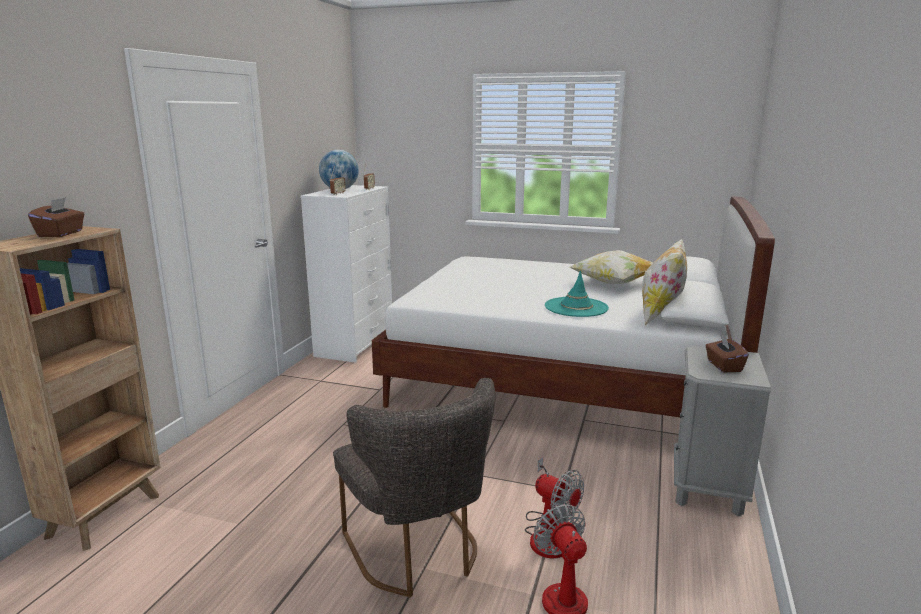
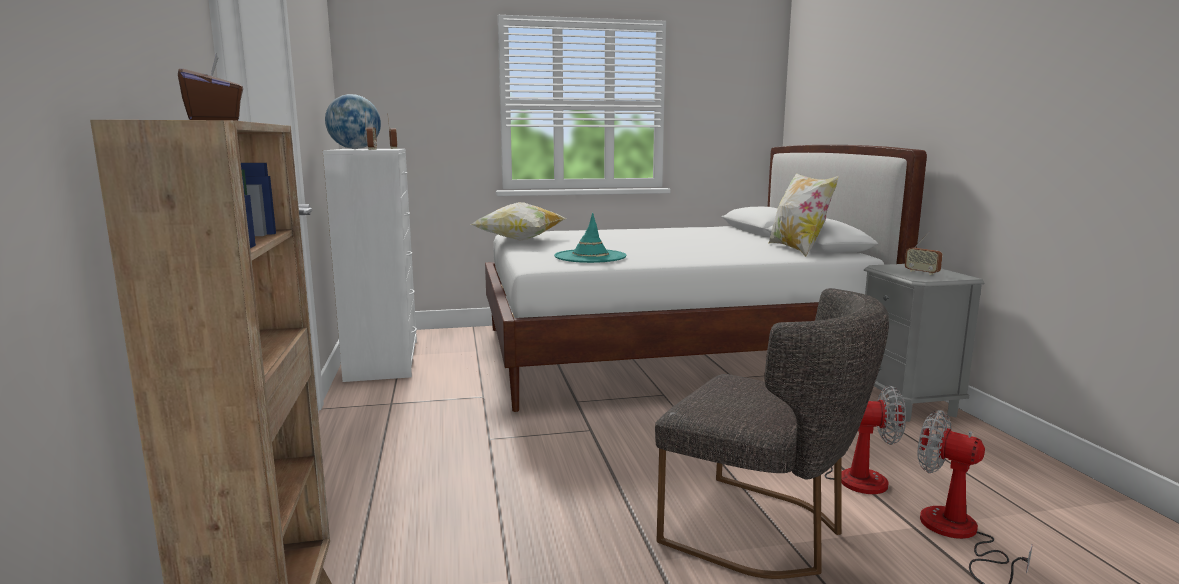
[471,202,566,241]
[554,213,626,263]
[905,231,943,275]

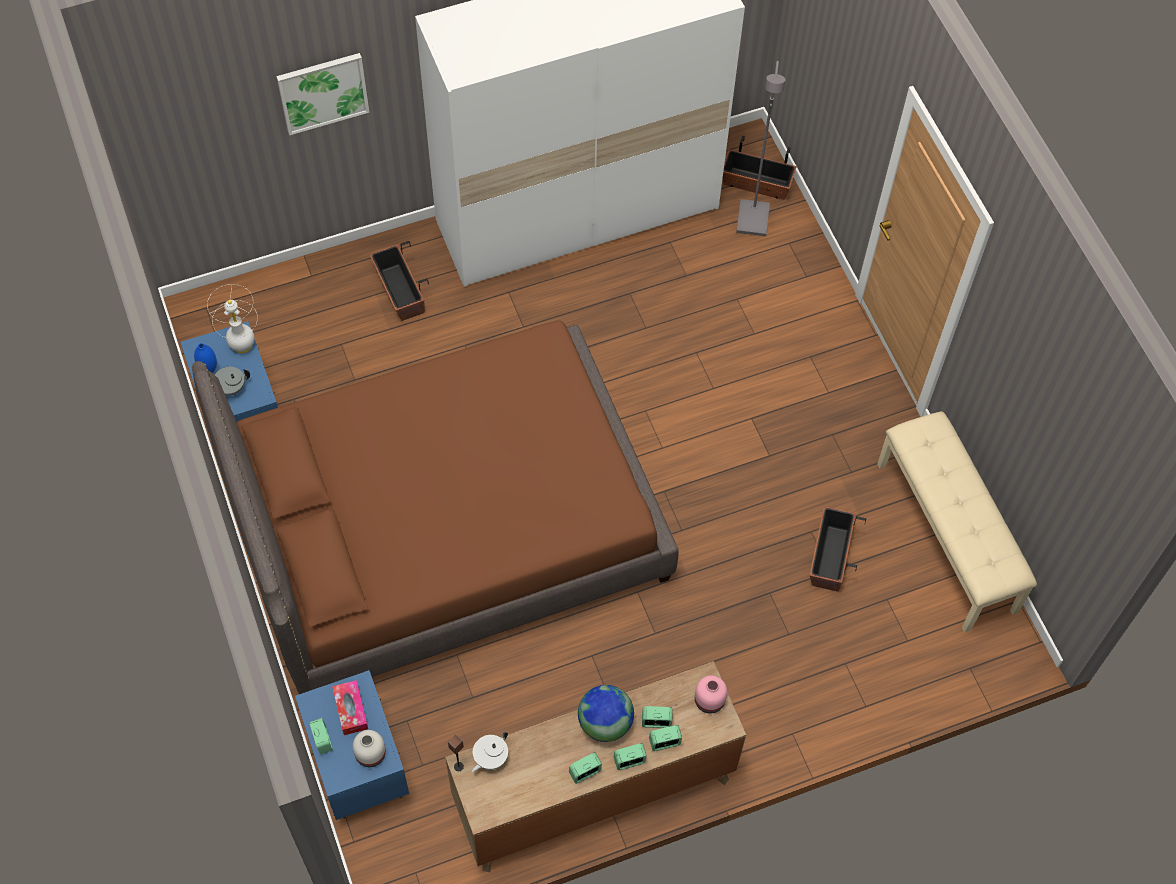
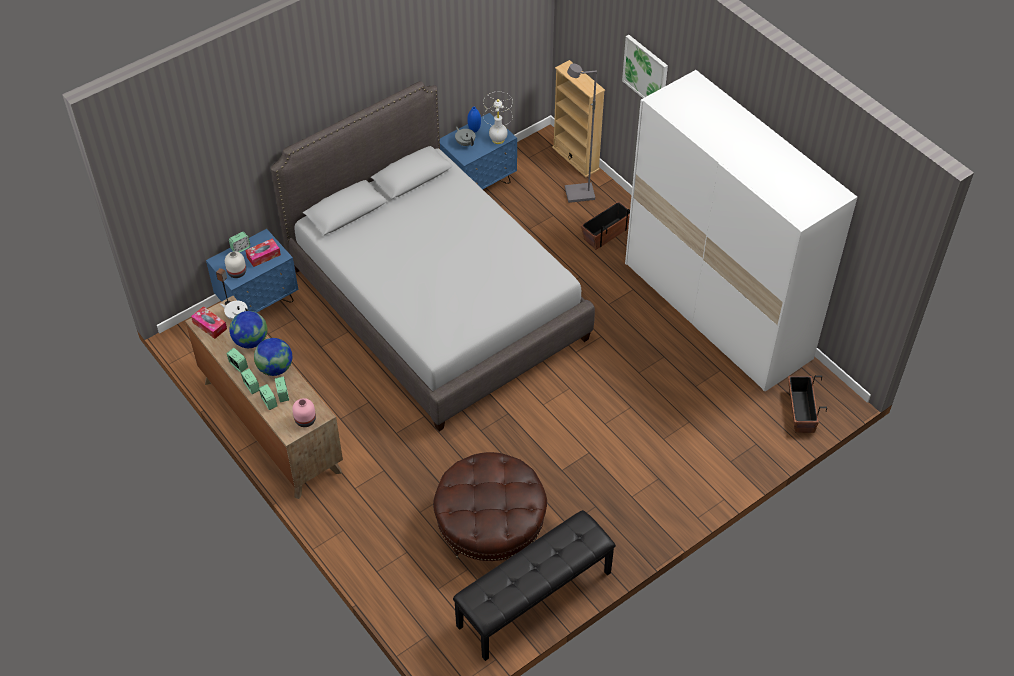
[565,63,597,203]
[271,81,595,431]
[453,510,616,661]
[433,452,547,561]
[552,60,605,177]
[191,306,227,339]
[229,311,267,348]

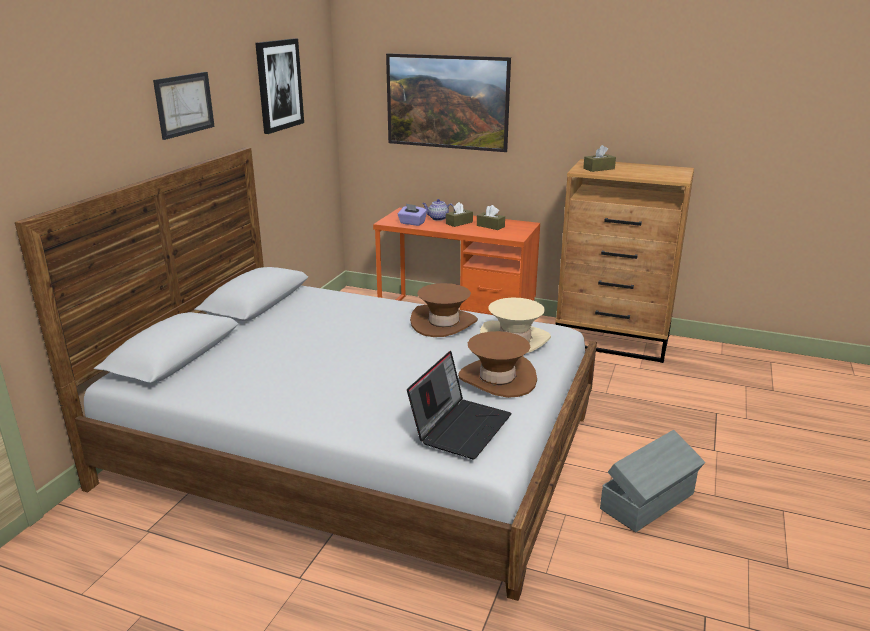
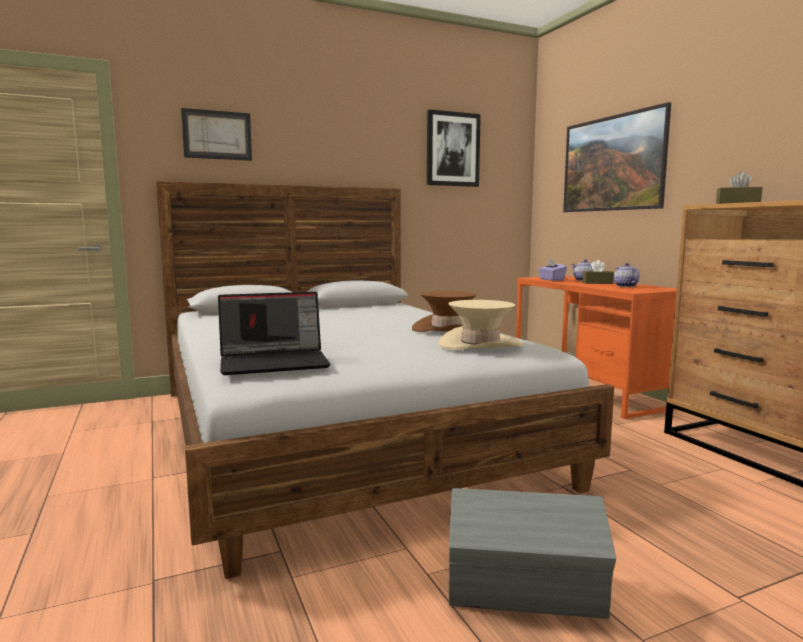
[181,108,252,161]
[614,263,640,287]
[458,331,537,398] (first image)

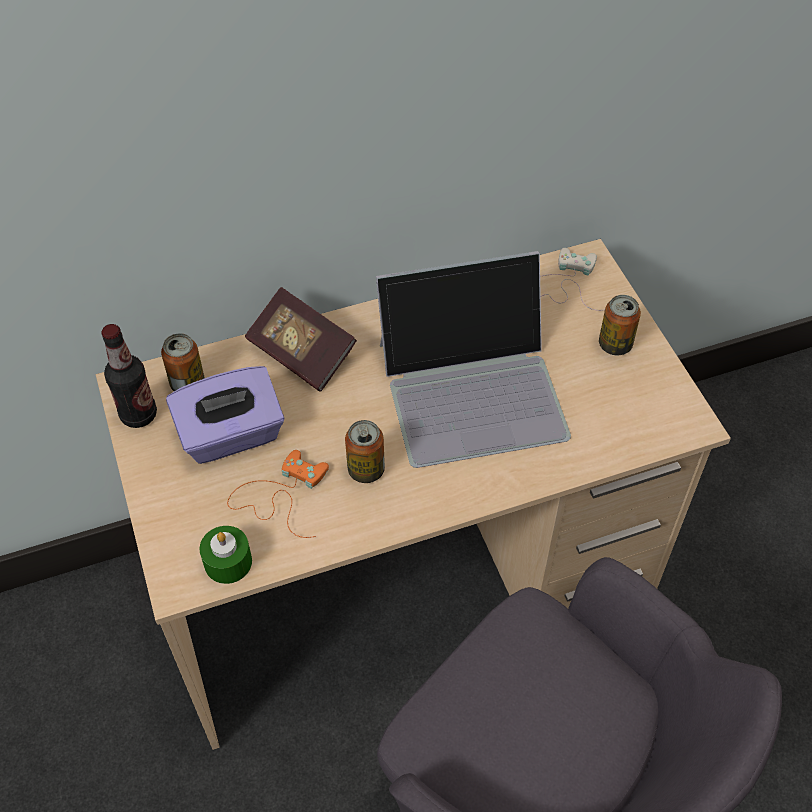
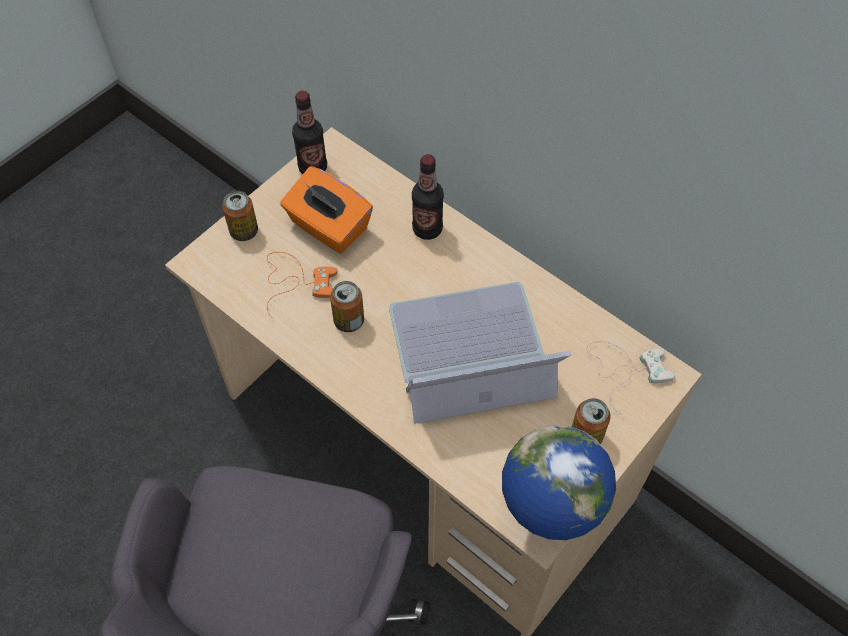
[389,282,571,424]
[412,154,444,240]
[222,191,258,241]
[280,166,373,253]
[199,526,252,584] (first image)
[502,425,616,540]

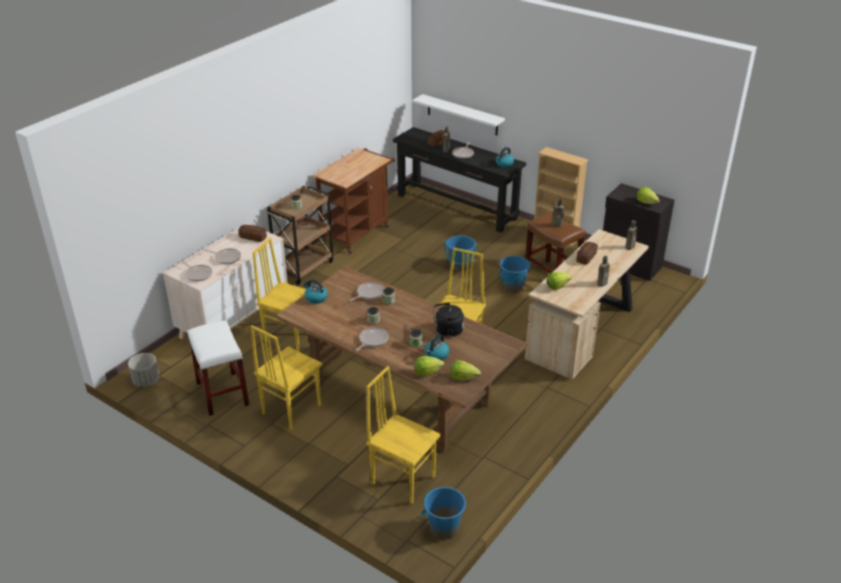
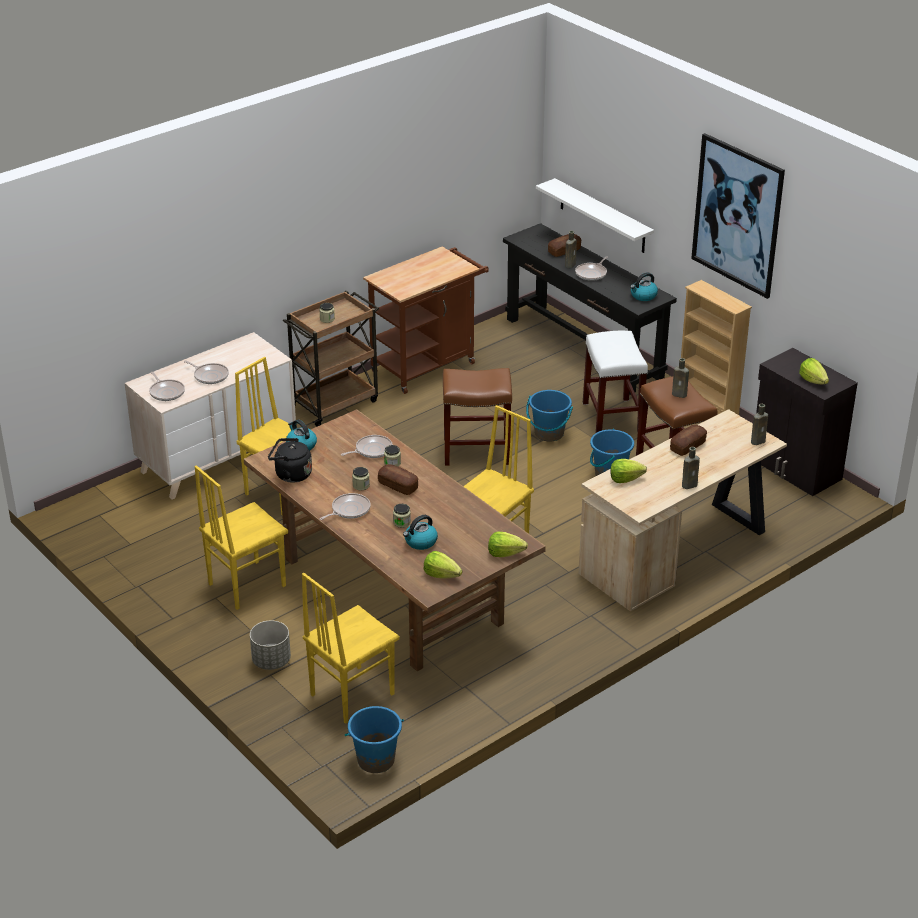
[378,465,418,495]
[268,438,312,483]
[583,331,648,433]
[250,621,291,670]
[488,532,528,557]
[302,573,400,724]
[691,133,785,299]
[443,368,512,466]

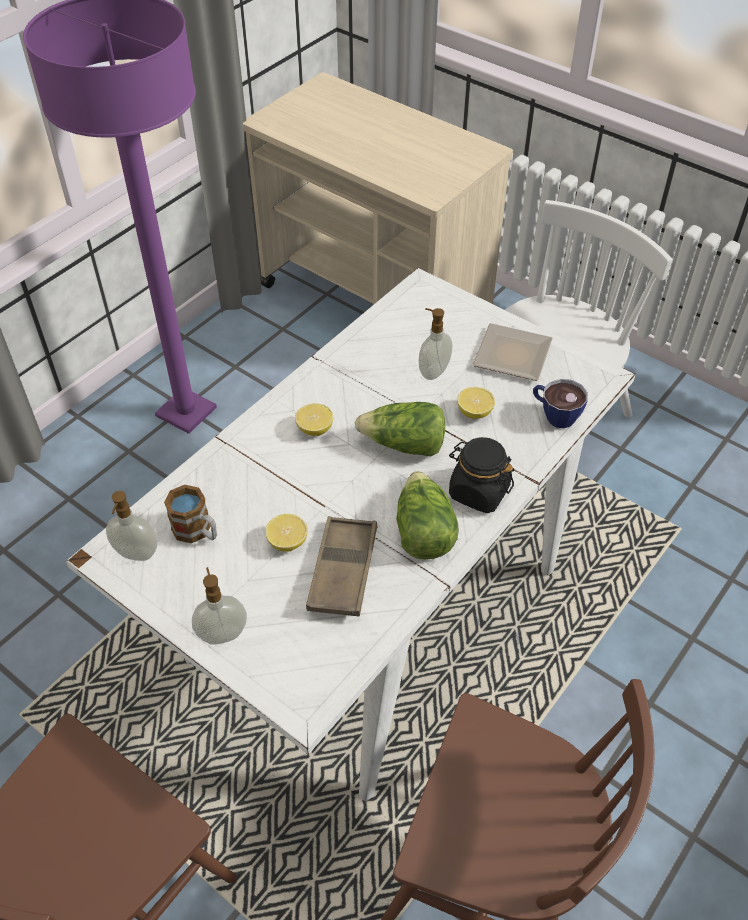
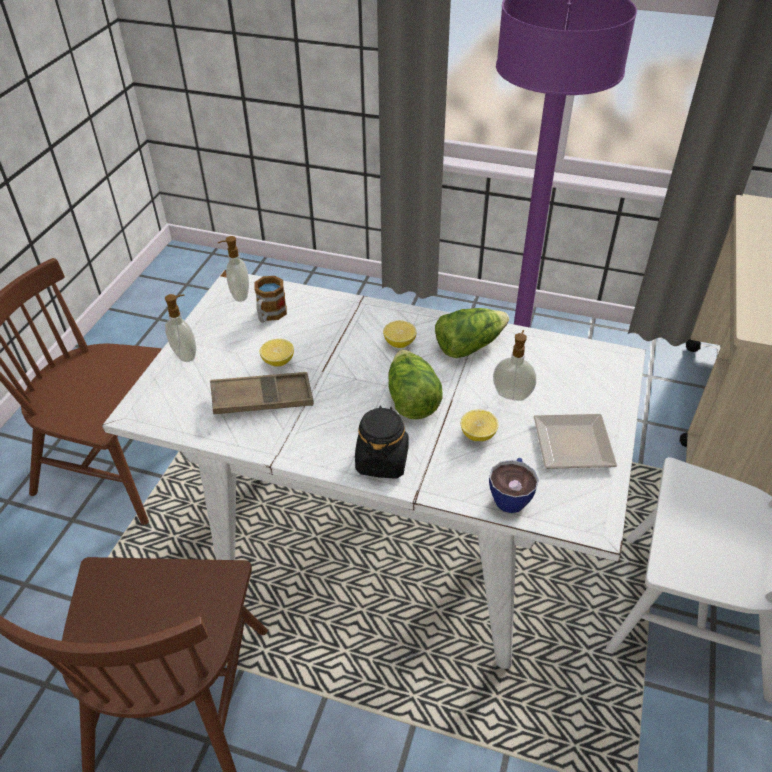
[435,308,509,358]

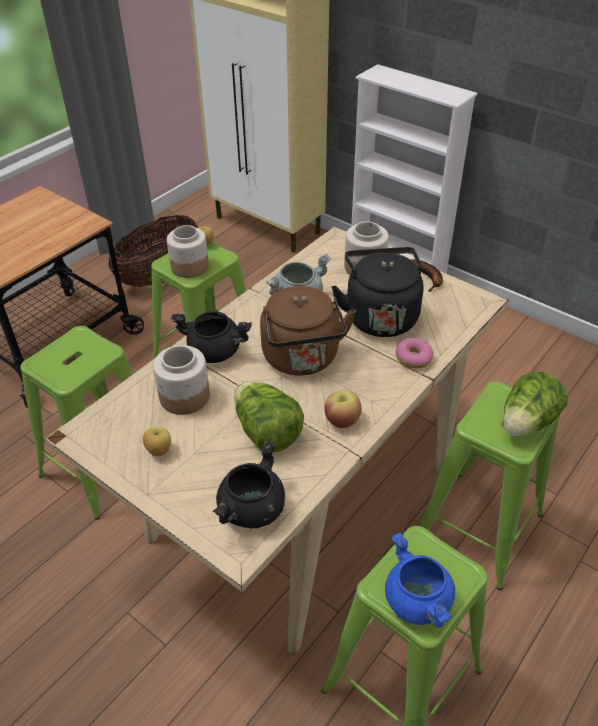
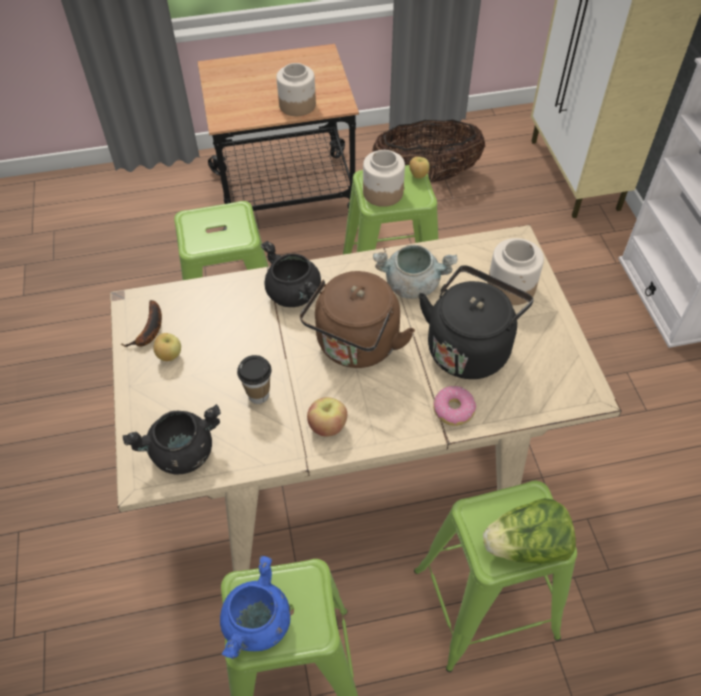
[121,300,162,347]
[276,63,316,116]
[237,355,272,404]

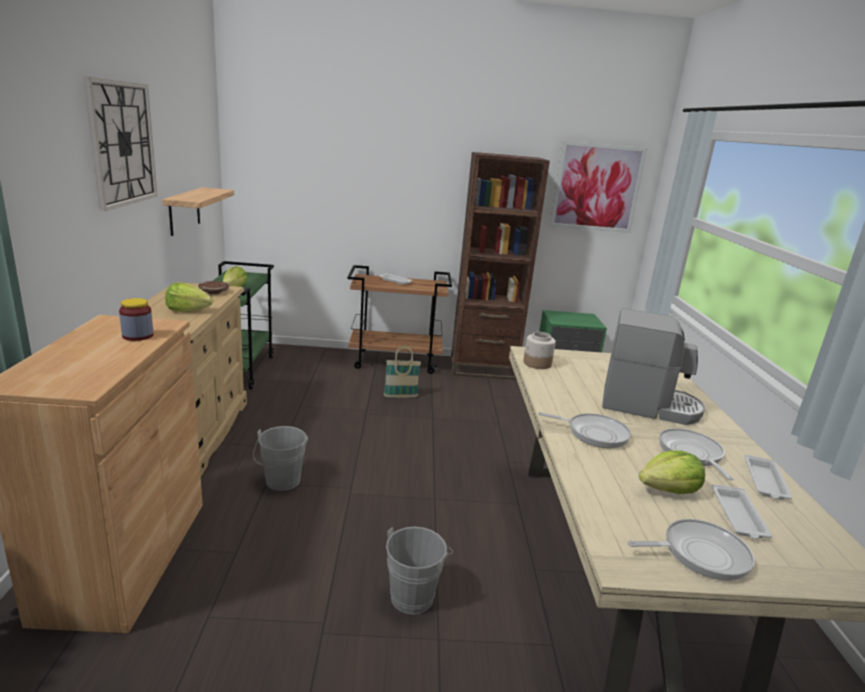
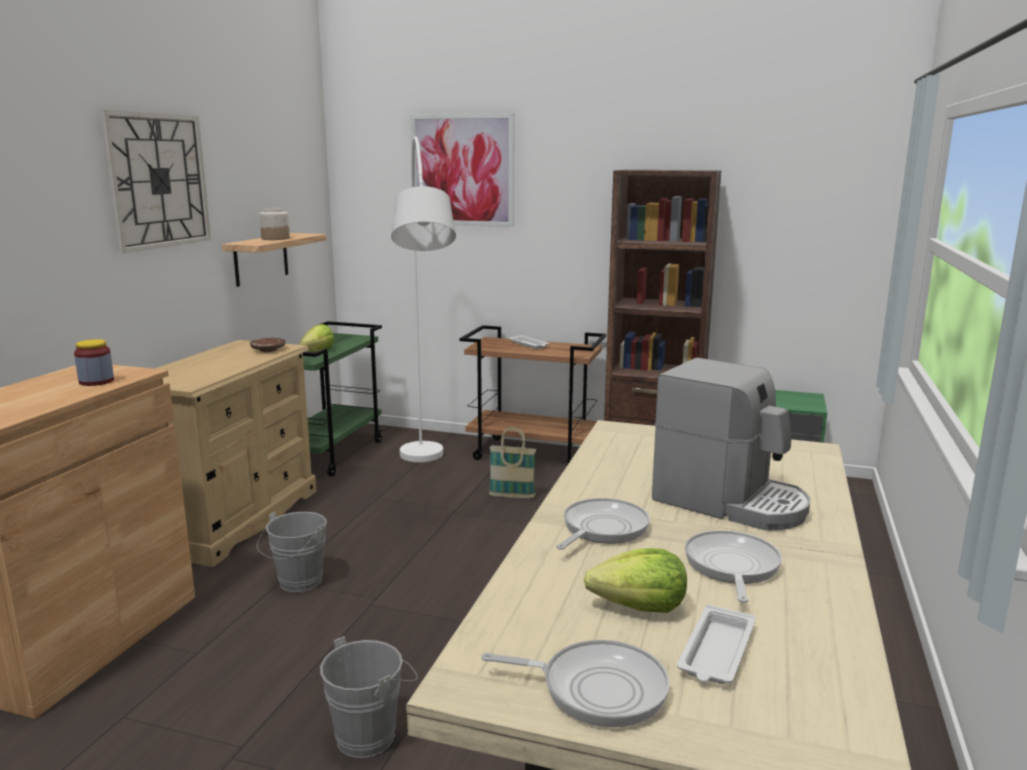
[410,113,514,227]
[165,282,213,312] (first image)
[259,208,290,240]
[556,498,650,550]
[744,454,792,500] (first image)
[391,136,456,462]

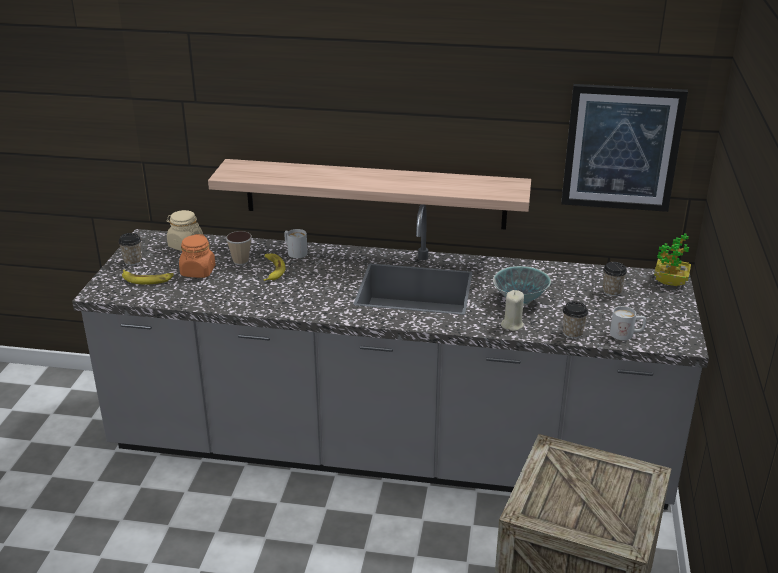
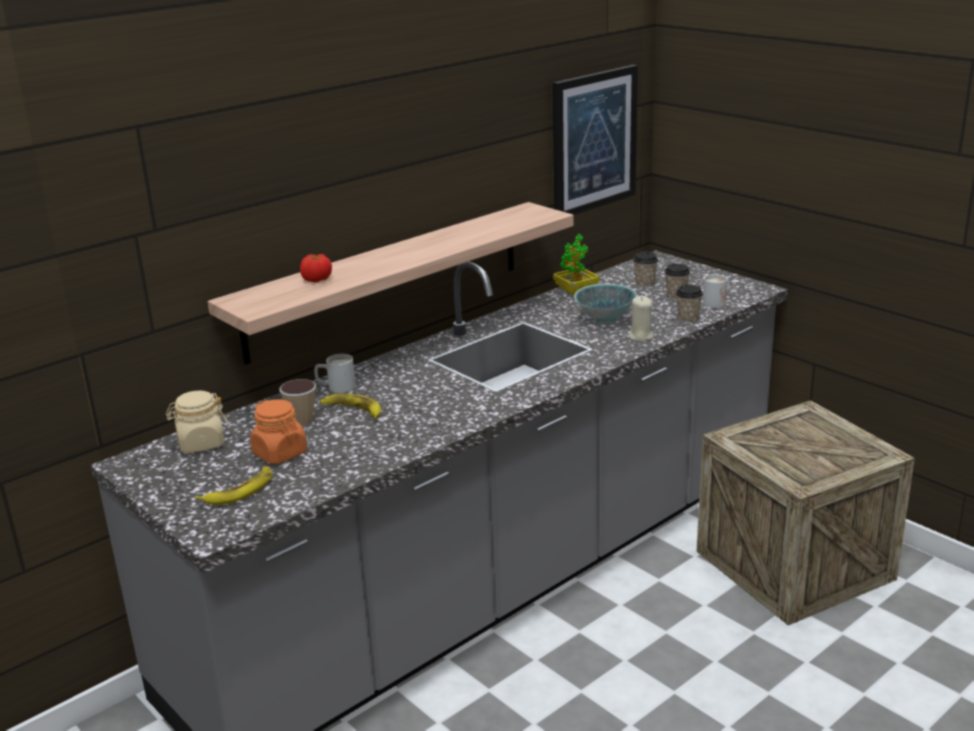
[665,263,690,301]
[553,234,599,295]
[300,254,332,283]

